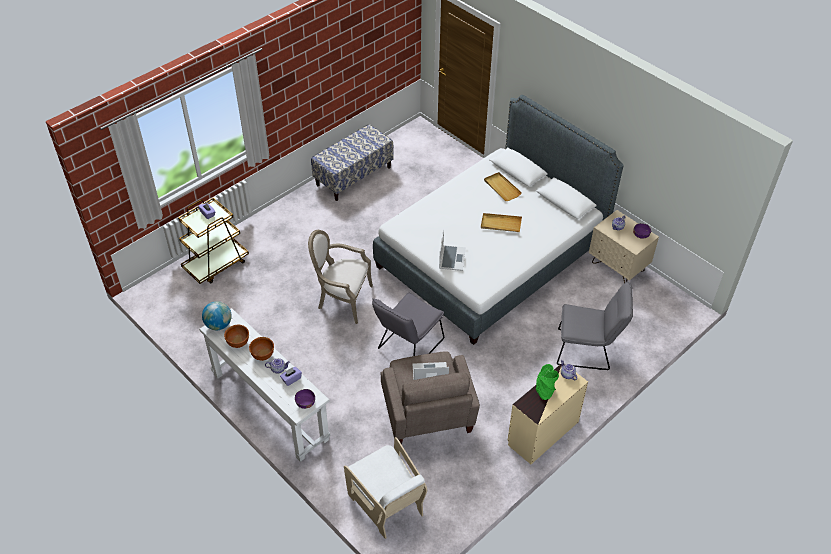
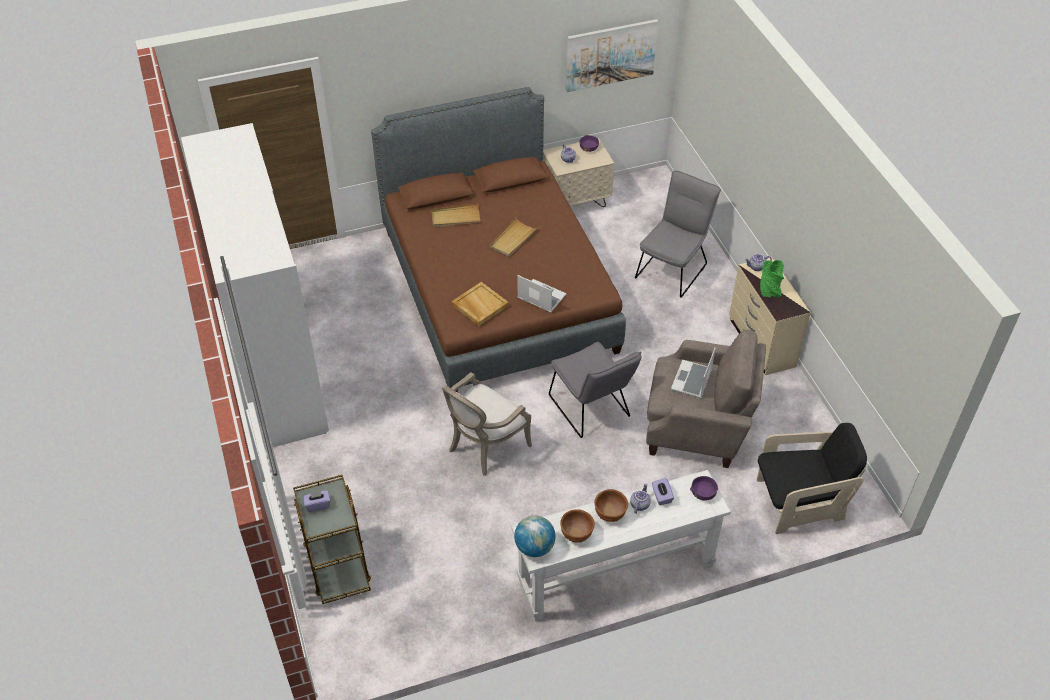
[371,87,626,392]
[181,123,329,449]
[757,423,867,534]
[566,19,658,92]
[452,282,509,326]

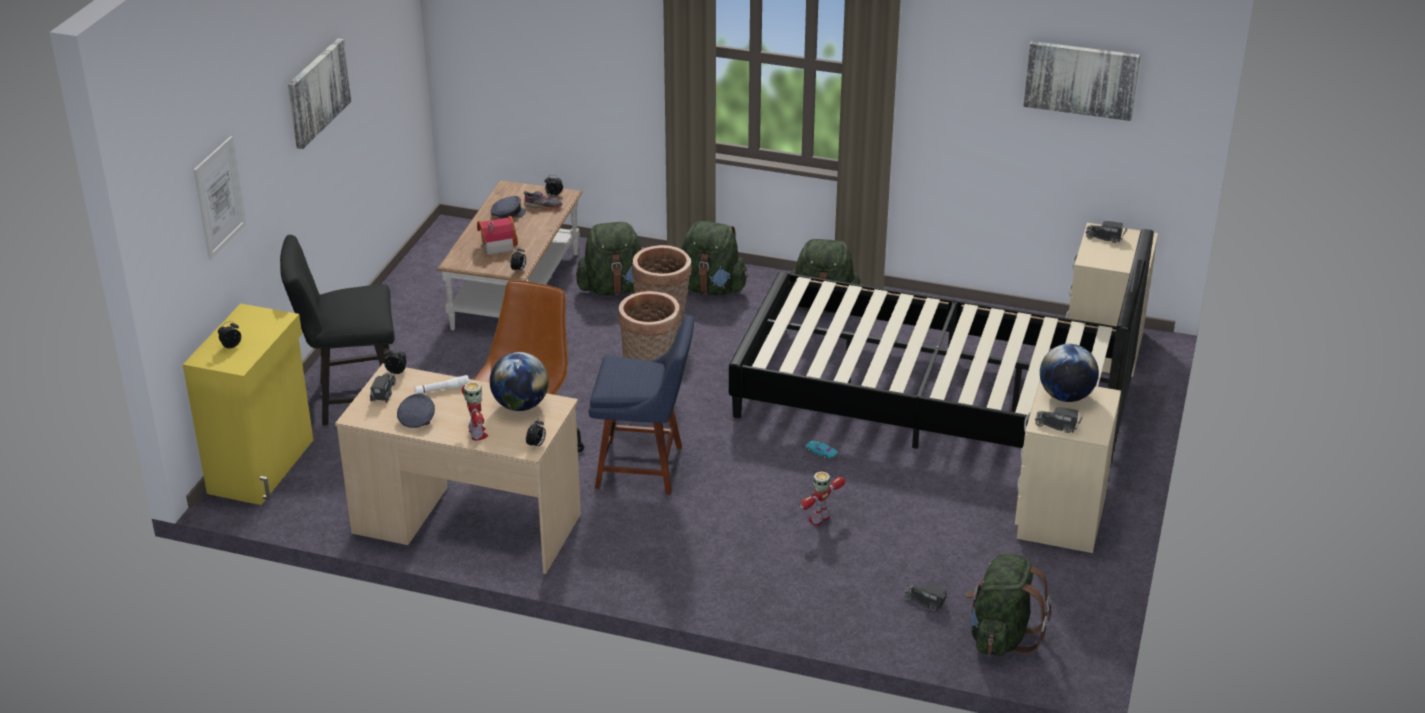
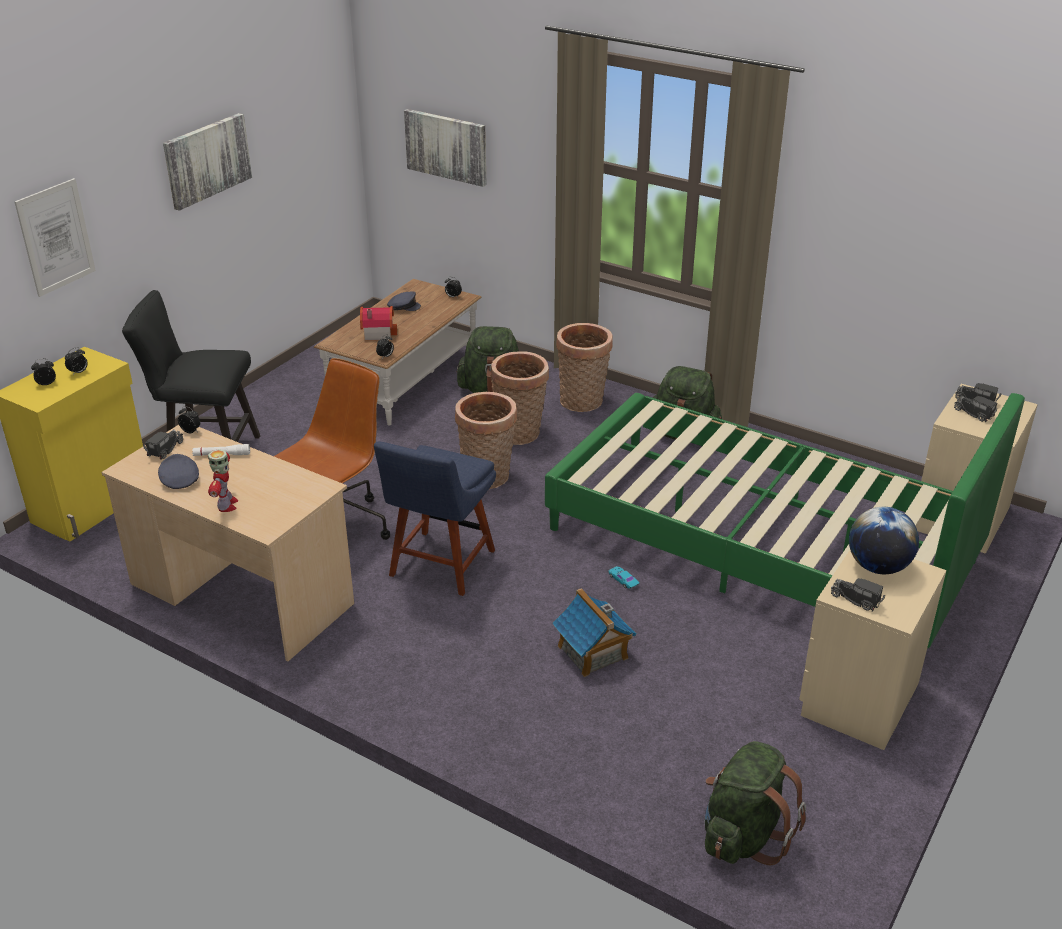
[404,109,487,187]
[524,191,563,210] (first image)
[556,323,613,412]
[545,393,1025,648]
[374,441,496,596]
[490,352,549,411] (first image)
[158,454,199,489]
[65,347,88,375]
[552,588,637,677]
[954,396,997,422]

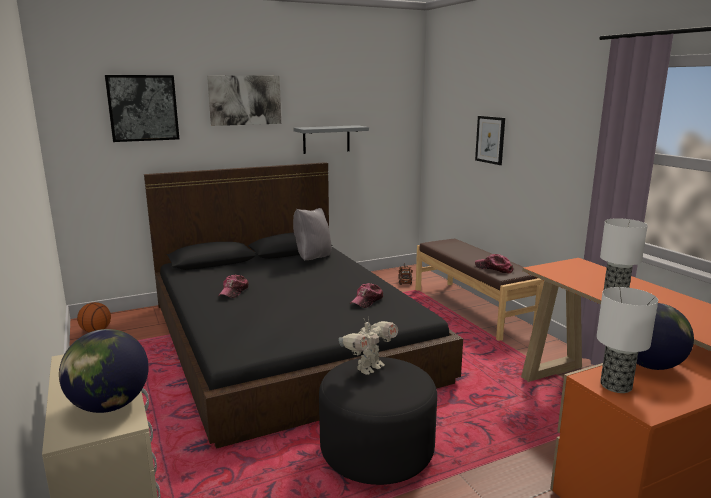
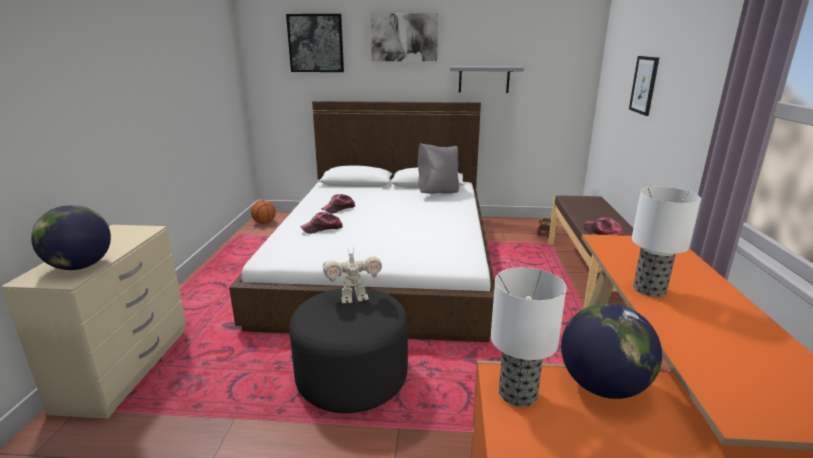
[229,101,495,342]
[300,212,343,234]

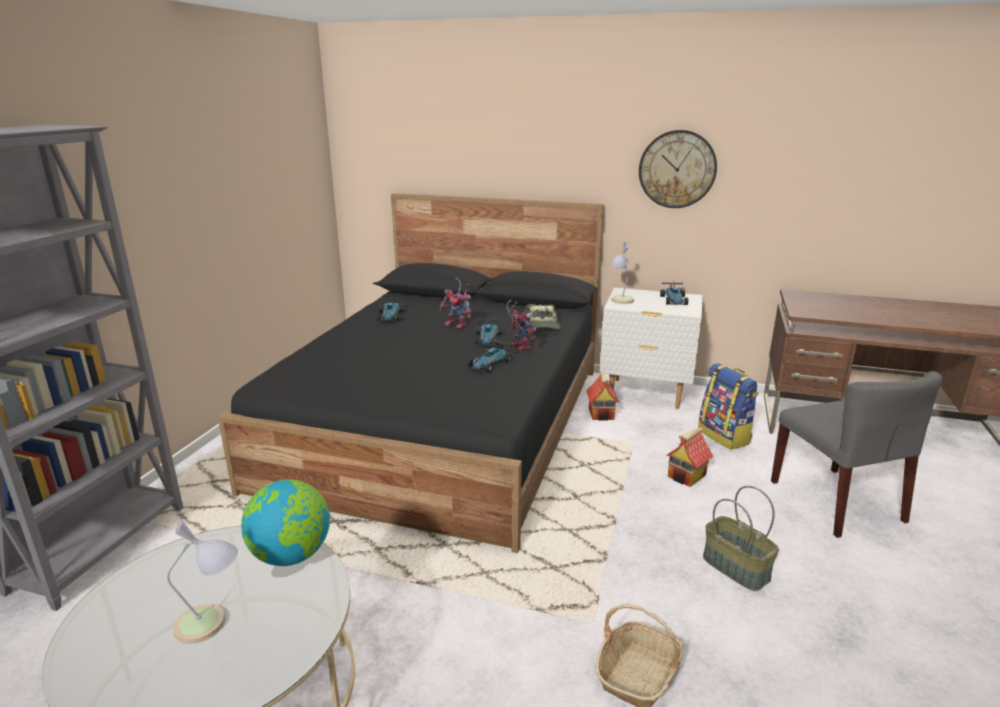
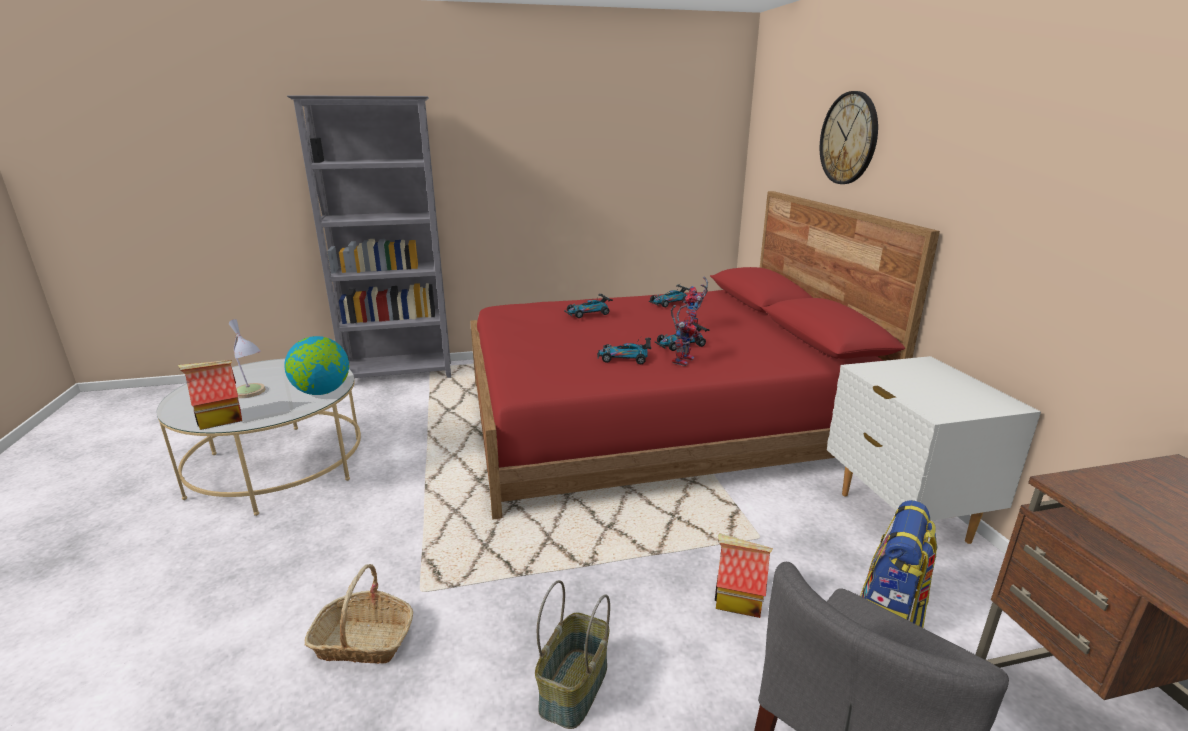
[820,91,878,184]
[470,191,940,519]
[611,242,634,304] (first image)
[564,294,613,318]
[524,304,561,329] (first image)
[178,360,242,430]

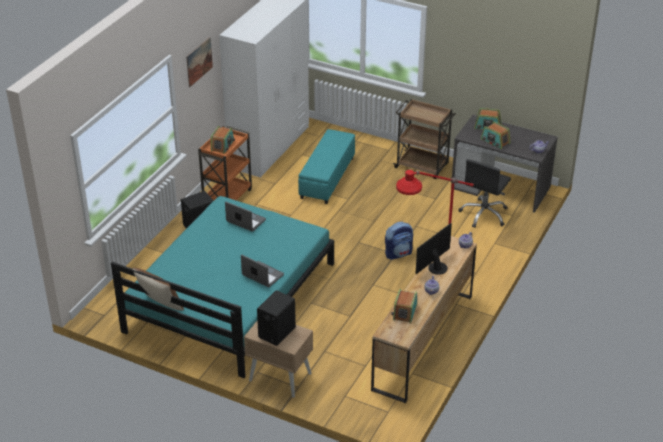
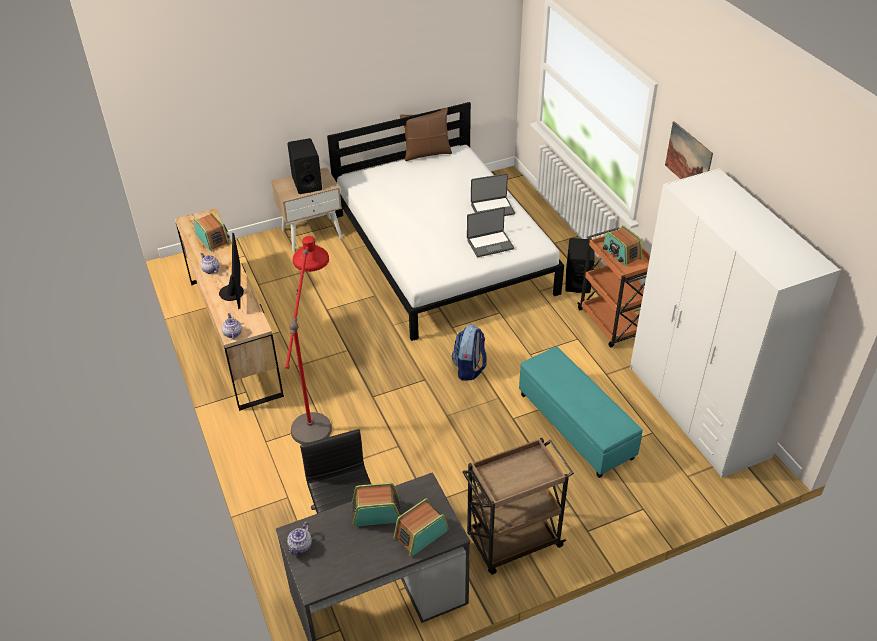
[327,102,564,341]
[452,324,487,381]
[471,173,515,216]

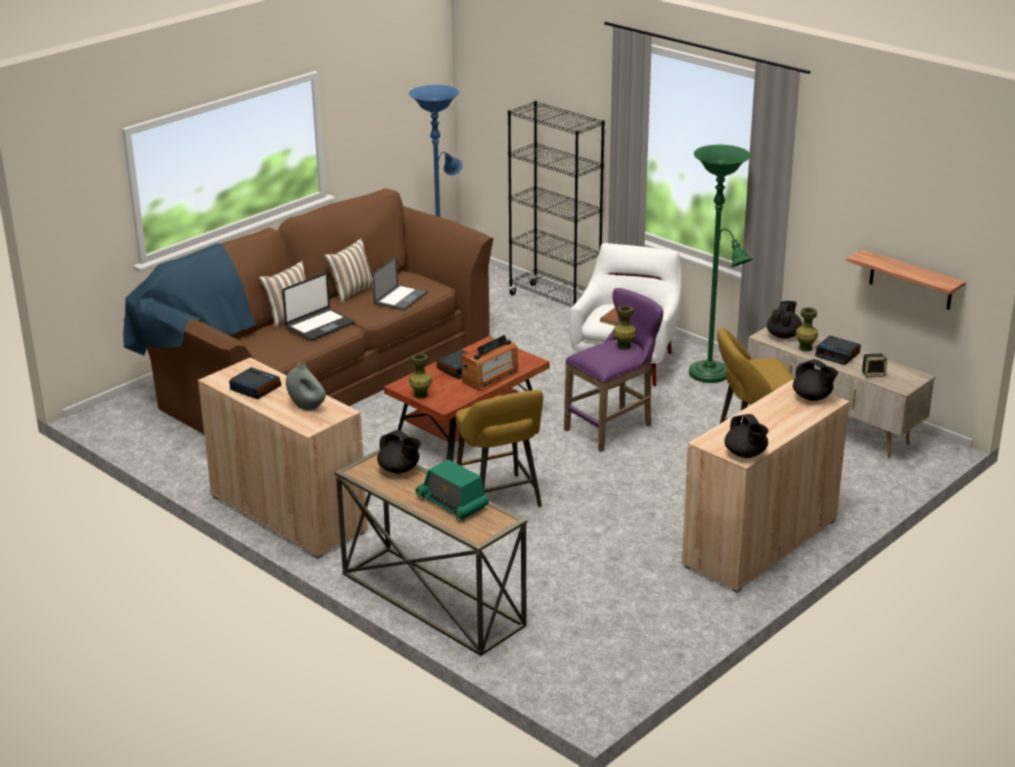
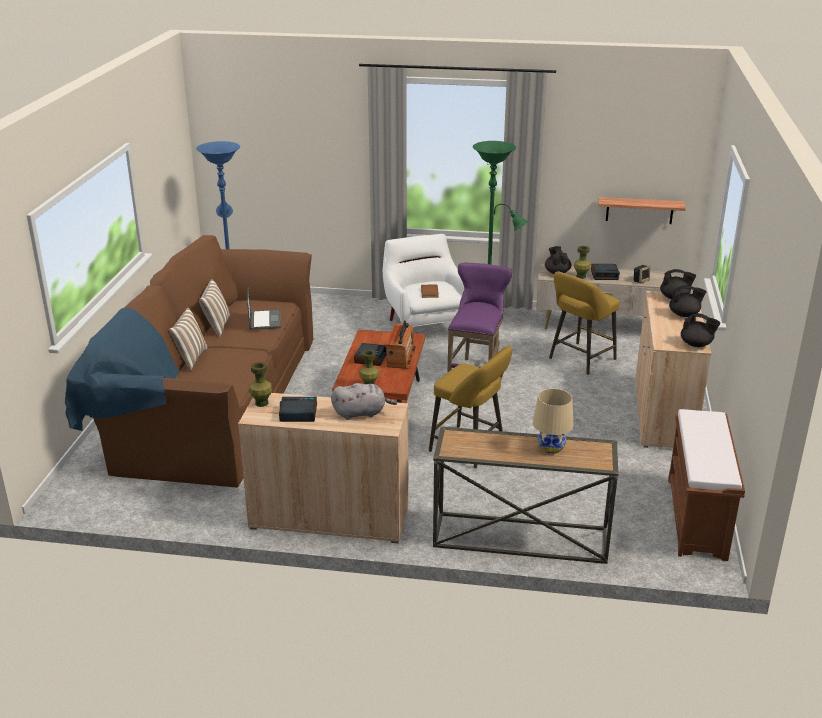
[508,101,605,307] (first image)
[282,273,355,340] (first image)
[249,362,273,407]
[331,383,397,420]
[669,285,706,317]
[533,389,574,454]
[668,409,745,561]

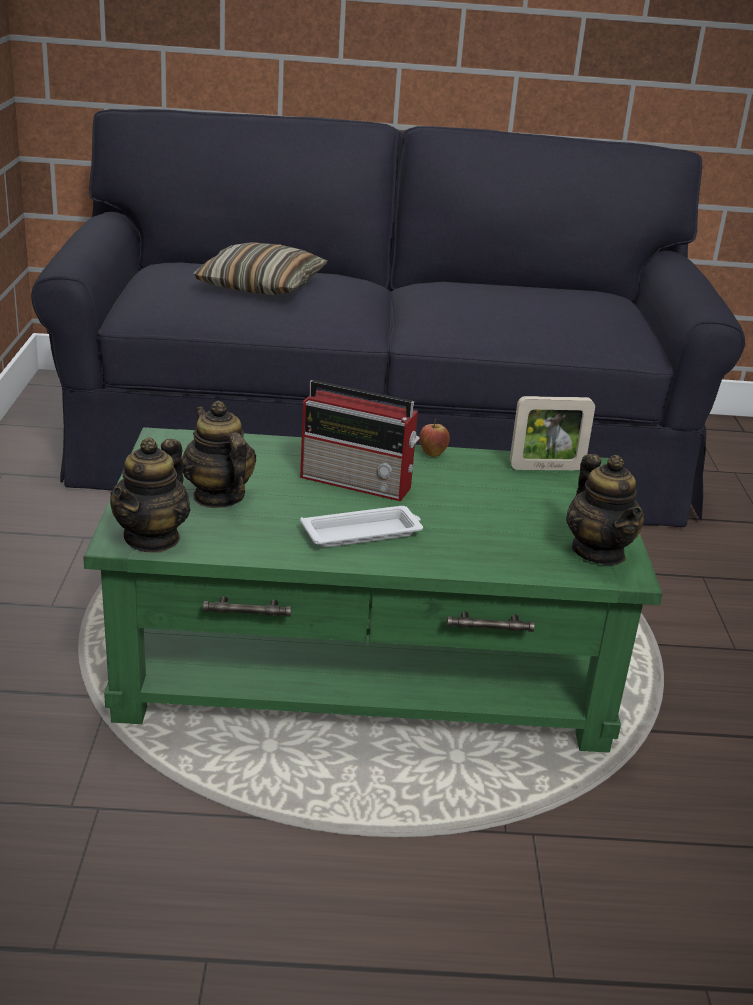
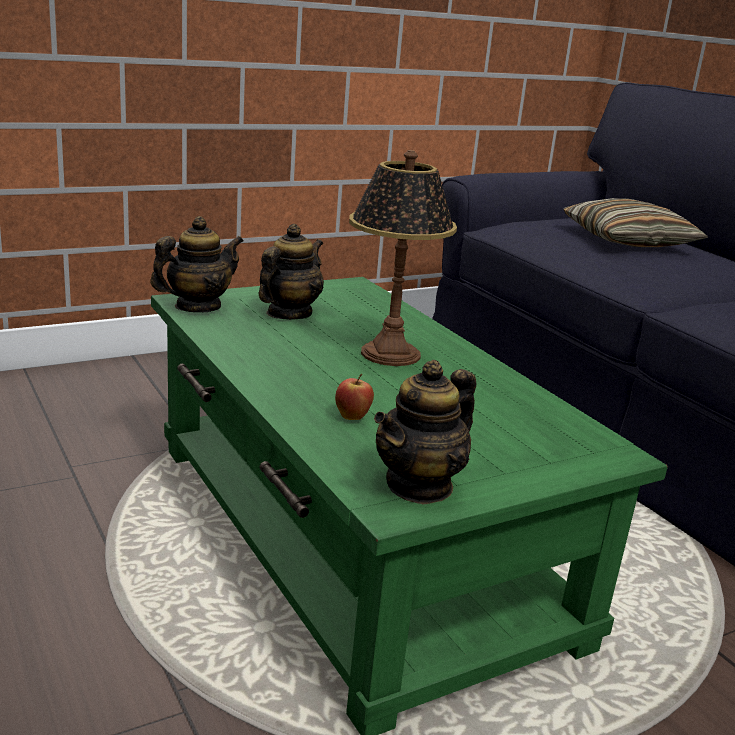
[349,150,457,366]
[510,396,595,470] (first image)
[335,374,374,420]
[150,216,244,312]
[300,506,423,547] (first image)

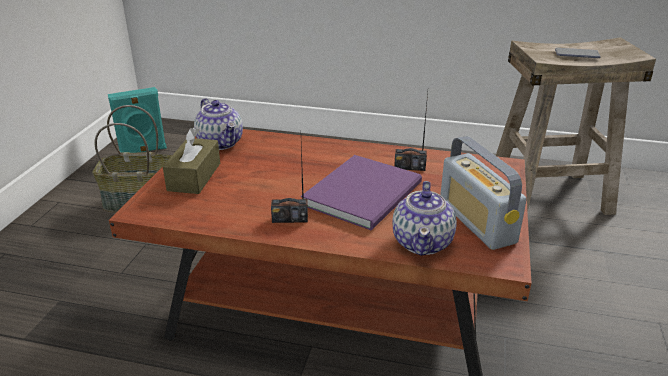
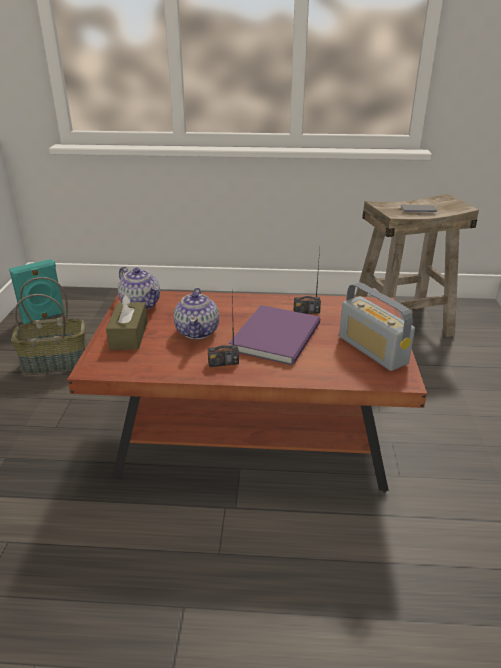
[174,288,219,339]

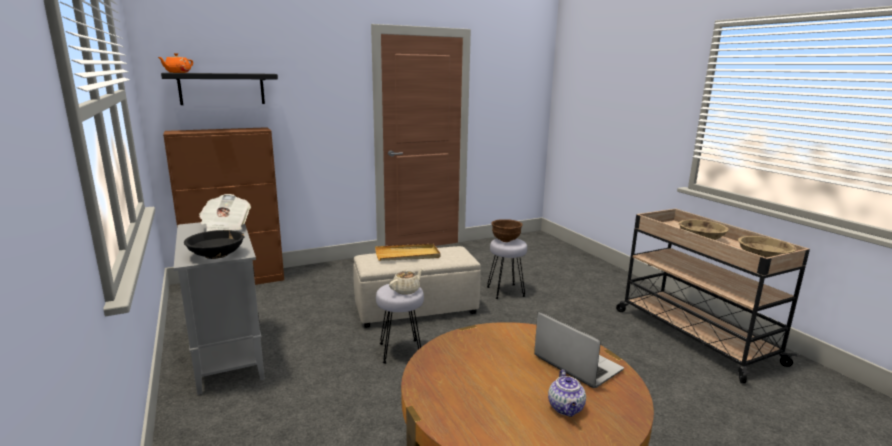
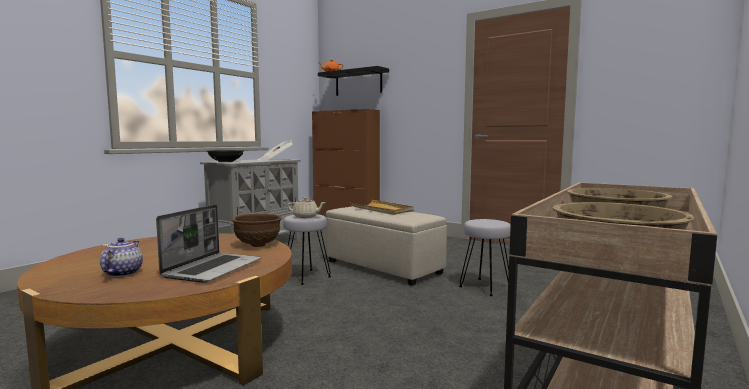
[232,214,282,247]
[100,238,143,277]

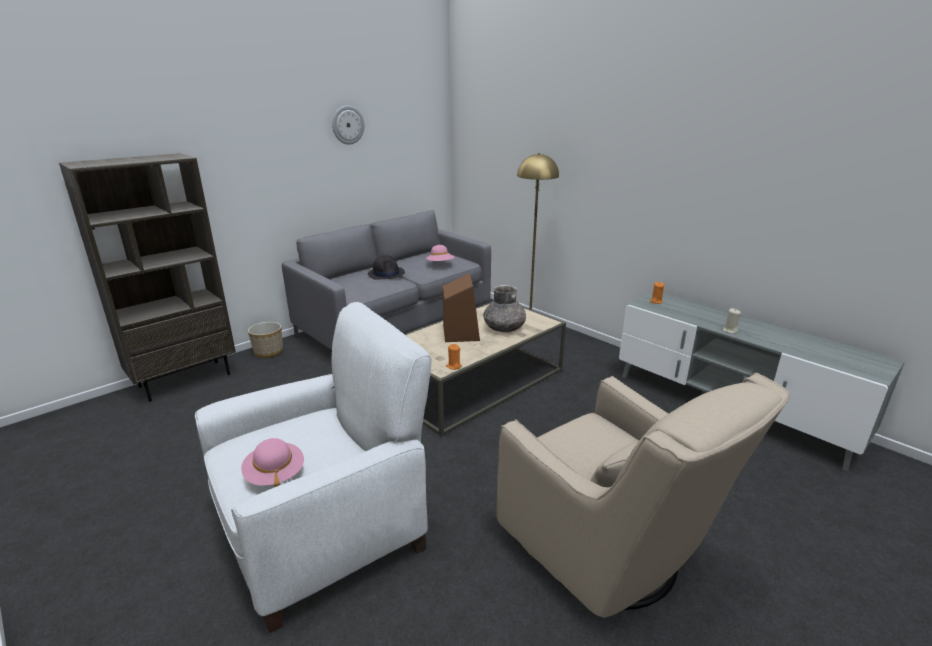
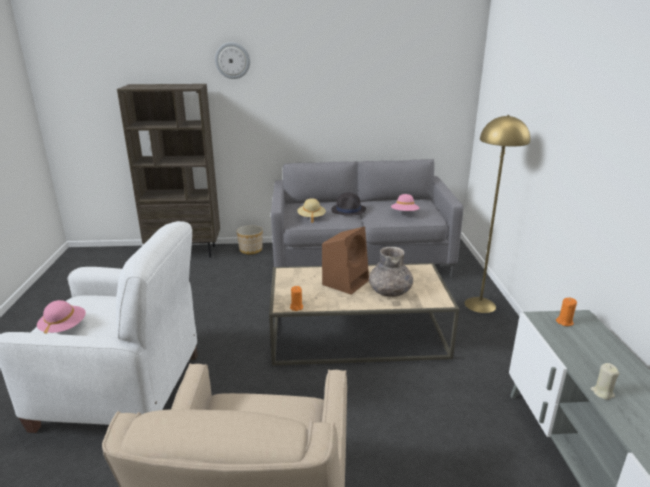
[215,42,250,79]
[297,198,326,223]

